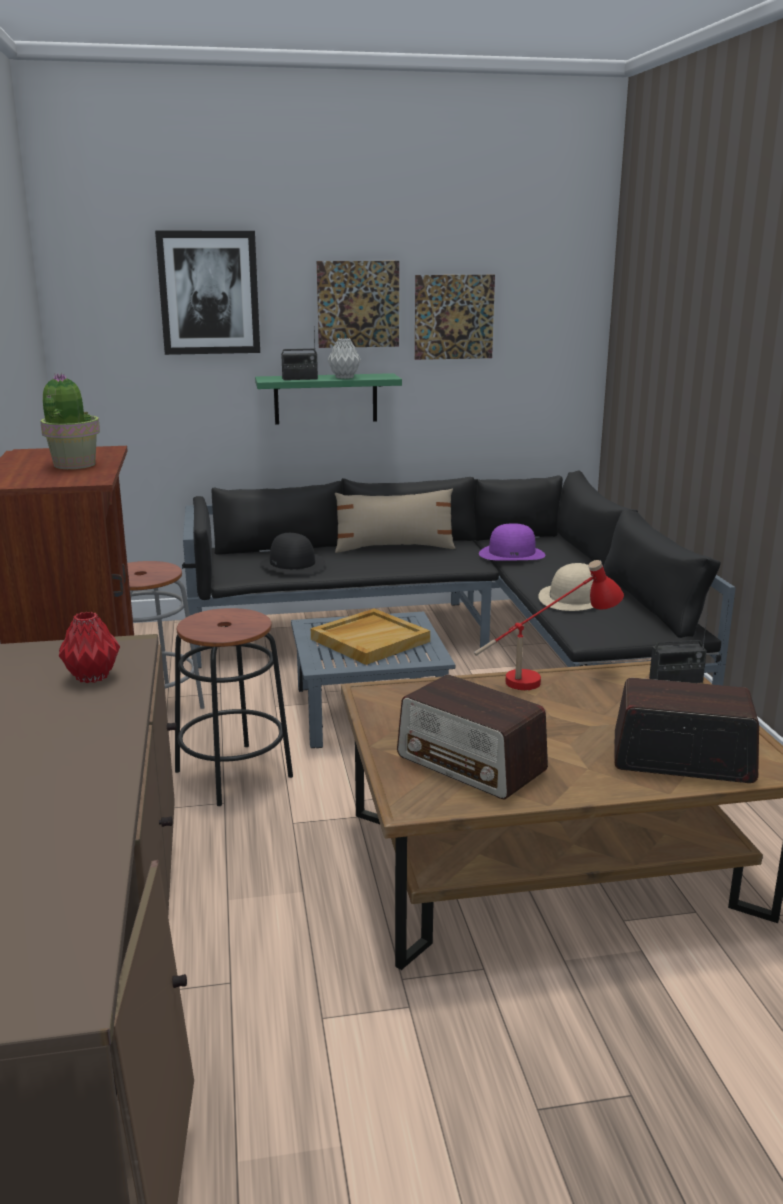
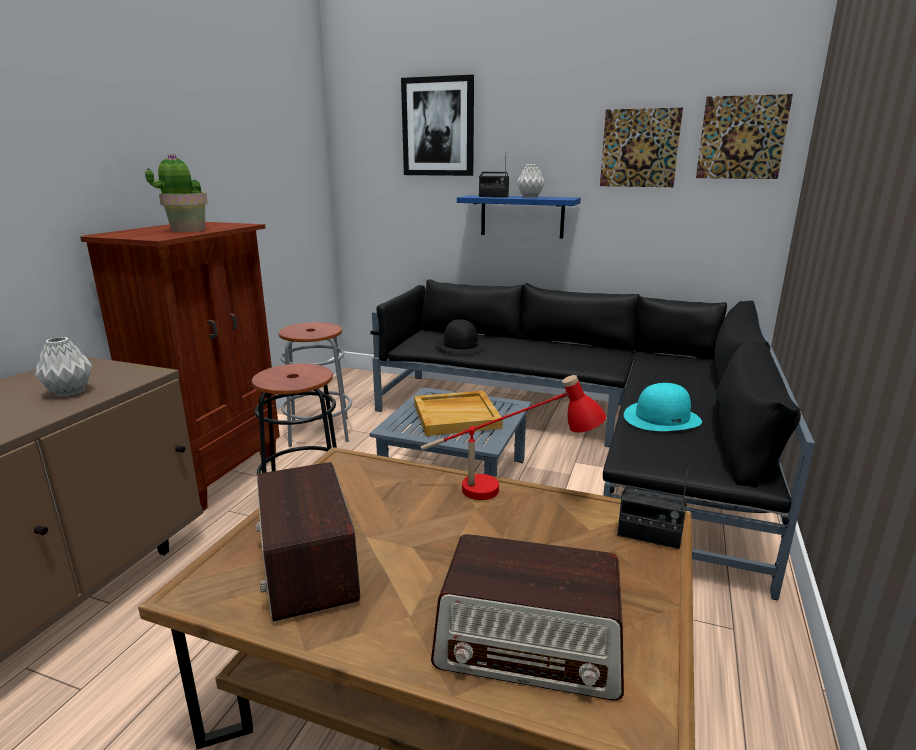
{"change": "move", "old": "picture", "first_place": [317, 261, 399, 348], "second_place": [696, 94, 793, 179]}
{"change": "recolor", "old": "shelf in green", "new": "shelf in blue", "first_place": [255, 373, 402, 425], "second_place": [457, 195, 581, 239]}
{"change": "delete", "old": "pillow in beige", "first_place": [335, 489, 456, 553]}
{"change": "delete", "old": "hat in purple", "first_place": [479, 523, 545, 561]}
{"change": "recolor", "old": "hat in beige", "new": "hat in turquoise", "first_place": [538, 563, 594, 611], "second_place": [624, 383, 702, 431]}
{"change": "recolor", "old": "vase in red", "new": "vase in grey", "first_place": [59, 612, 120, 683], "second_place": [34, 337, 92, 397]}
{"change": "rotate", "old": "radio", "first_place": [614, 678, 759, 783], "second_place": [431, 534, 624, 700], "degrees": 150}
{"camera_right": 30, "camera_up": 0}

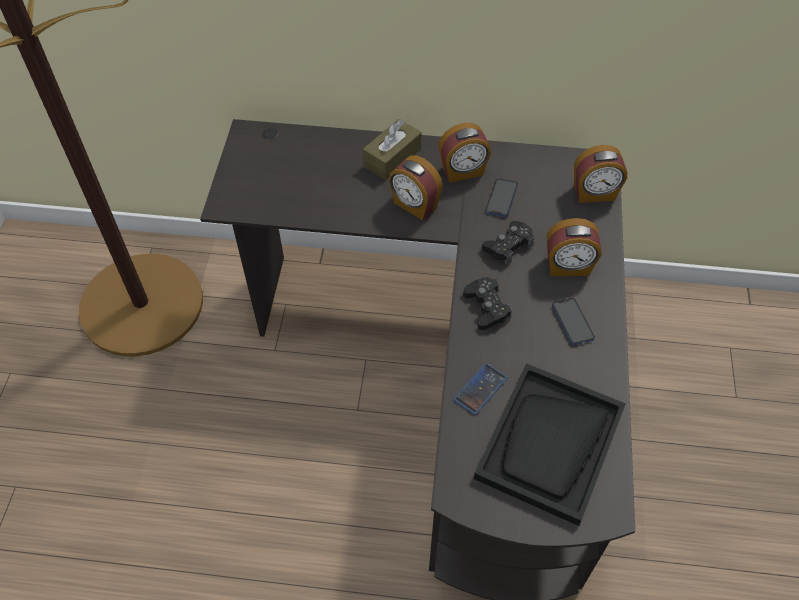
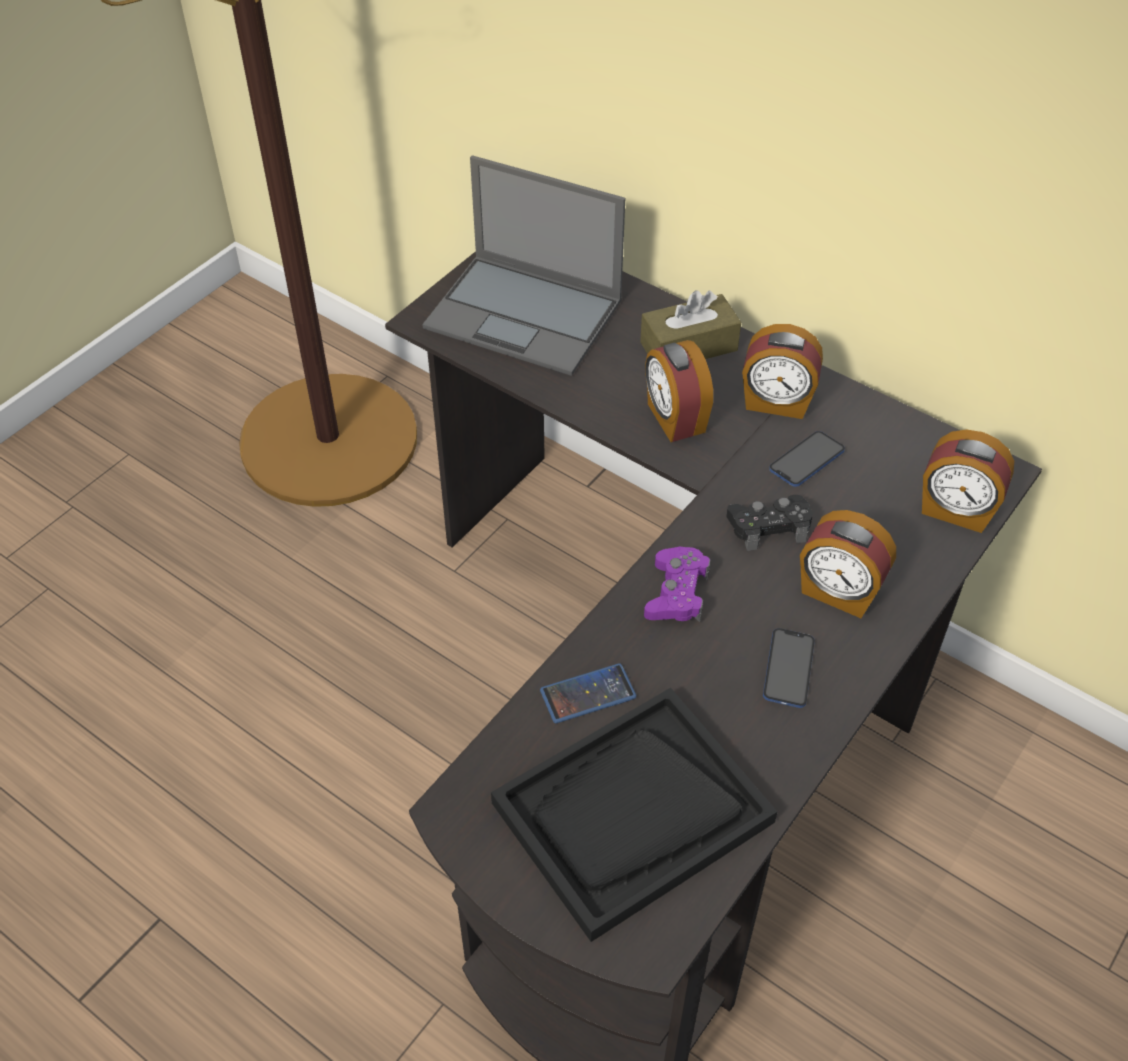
{"change": "recolor", "old": "game controller in black", "new": "game controller in purple", "first_place": [463, 277, 512, 330], "second_place": [644, 546, 710, 622]}
{"change": "insert", "new": "laptop", "second_place": [422, 155, 625, 376]}
{"camera_right": 30, "camera_up": -5}

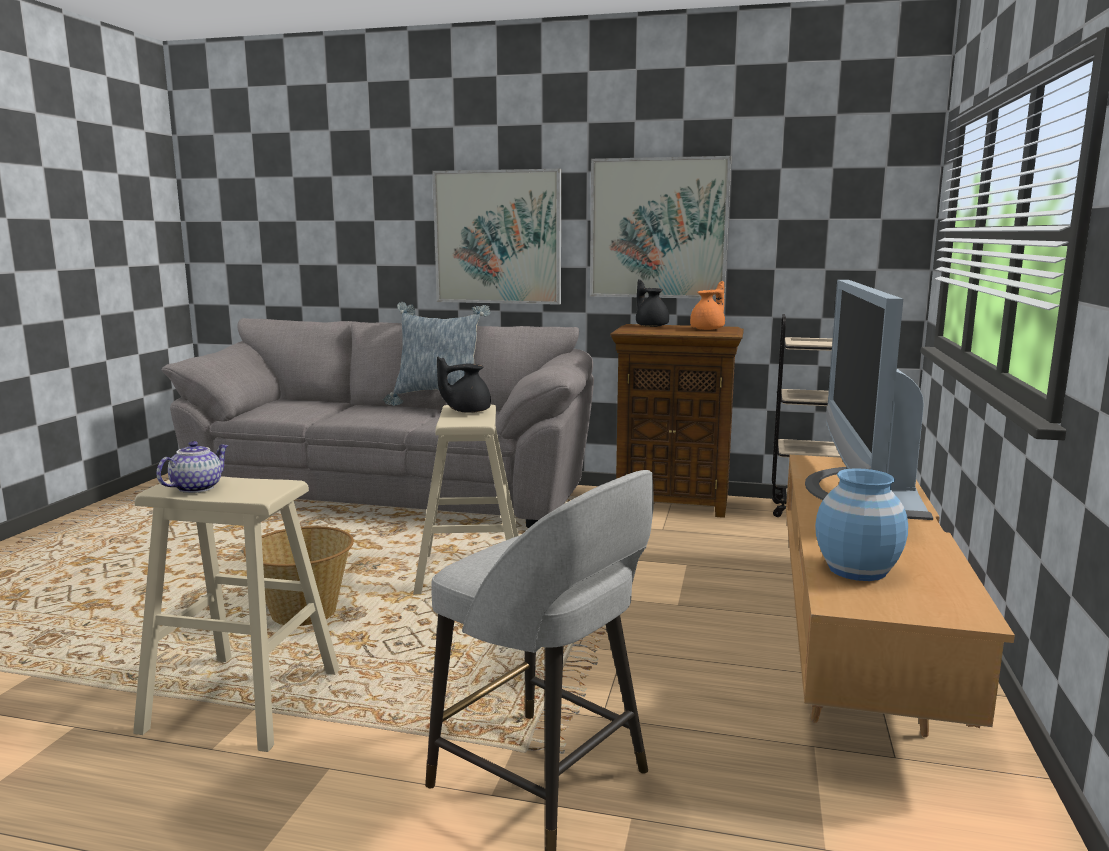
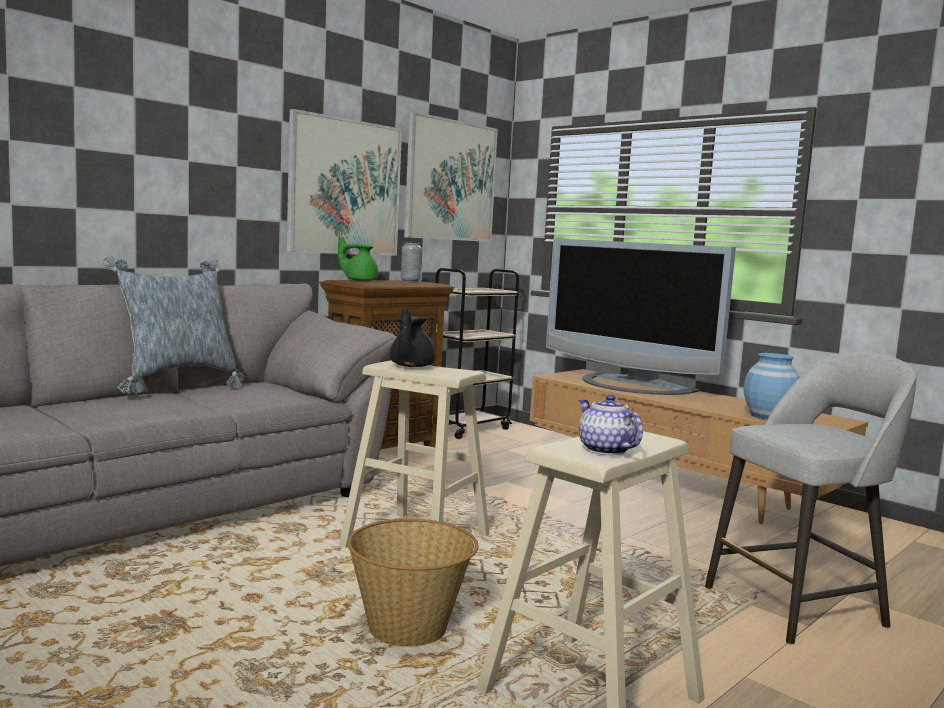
{"change": "move", "old": "picture", "first_place": [432, 169, 561, 305], "second_place": [404, 111, 498, 242]}
{"change": "recolor", "old": "teapot in black", "new": "teapot in green", "first_place": [636, 279, 669, 327], "second_place": [338, 236, 378, 281]}
{"change": "replace", "old": "teapot in orange", "new": "vase in grey", "first_place": [690, 281, 725, 330], "second_place": [401, 243, 422, 283]}
{"camera_right": -60, "camera_up": -5}

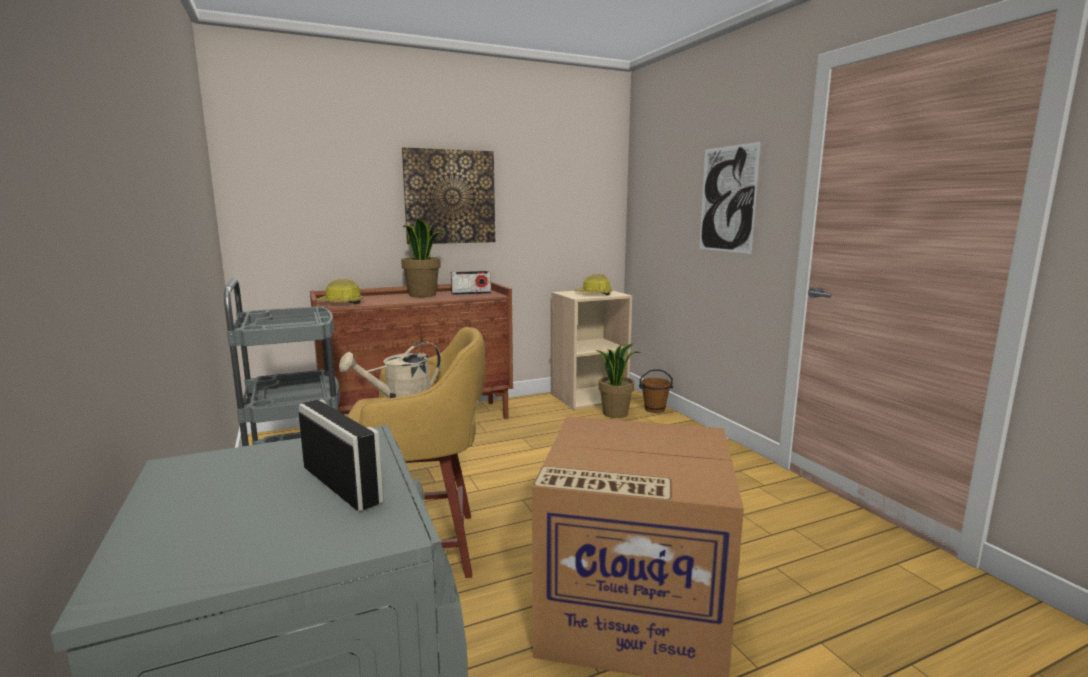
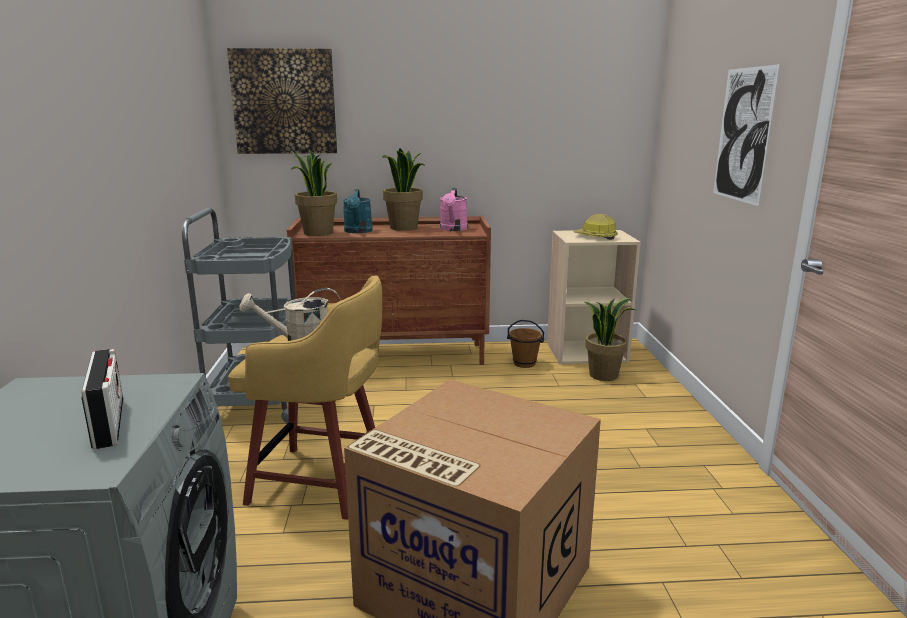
{"change": "move", "old": "picture", "first_place": [402, 147, 495, 244], "second_place": [227, 48, 337, 154]}
{"change": "replace", "old": "radio", "new": "watering can in pink", "first_place": [451, 271, 491, 295], "second_place": [440, 188, 468, 231]}
{"change": "replace", "old": "hard hat", "new": "potted plant", "first_place": [317, 279, 363, 304], "second_place": [291, 149, 337, 236]}
{"change": "move", "old": "bucket in brown", "first_place": [639, 370, 673, 413], "second_place": [507, 320, 544, 368]}
{"change": "insert", "new": "watering can in turquoise", "second_place": [343, 189, 373, 233]}
{"camera_right": 20, "camera_up": 5}

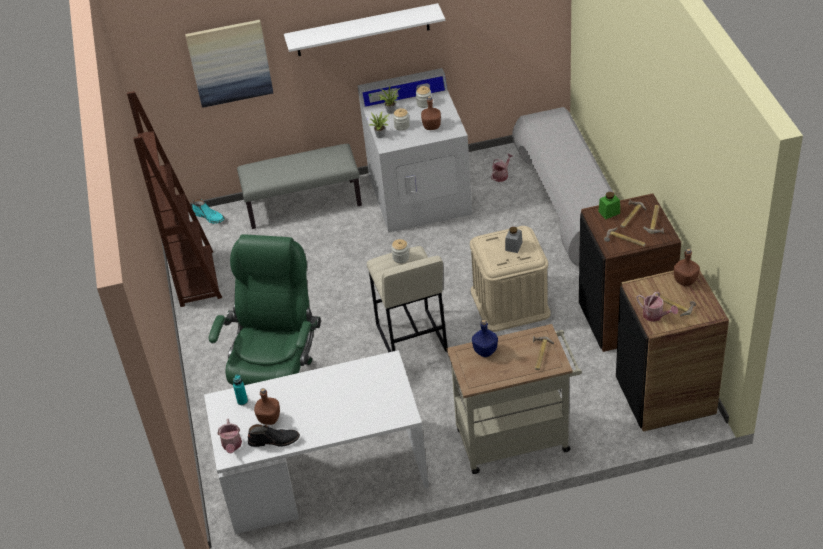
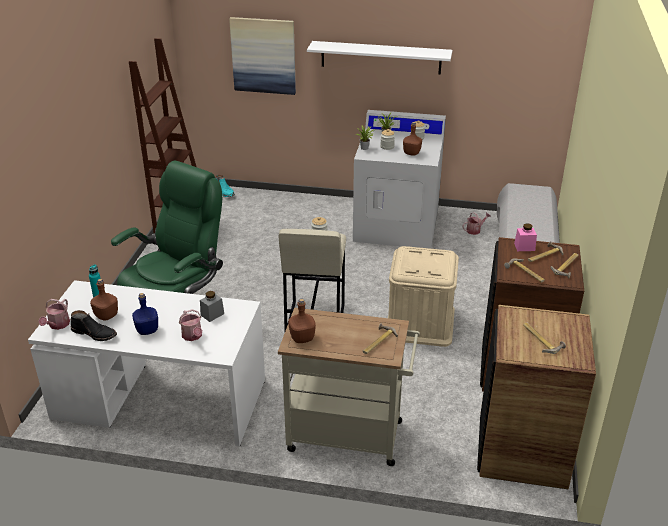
{"change": "delete", "old": "bench in grey", "first_place": [237, 144, 362, 229]}
{"change": "recolor", "old": "jar in green", "new": "jar in pink", "first_place": [598, 192, 620, 219], "second_place": [514, 223, 537, 251]}
{"change": "move", "old": "jar in grey", "first_place": [505, 227, 522, 253], "second_place": [200, 291, 224, 322]}
{"change": "move", "old": "bottle in brown", "first_place": [674, 249, 700, 287], "second_place": [288, 299, 316, 343]}
{"change": "move", "old": "watering can", "first_place": [636, 292, 678, 322], "second_place": [179, 309, 202, 341]}
{"change": "move", "old": "bottle in blue", "first_place": [472, 320, 498, 357], "second_place": [132, 293, 158, 335]}
{"camera_right": 20, "camera_up": -10}

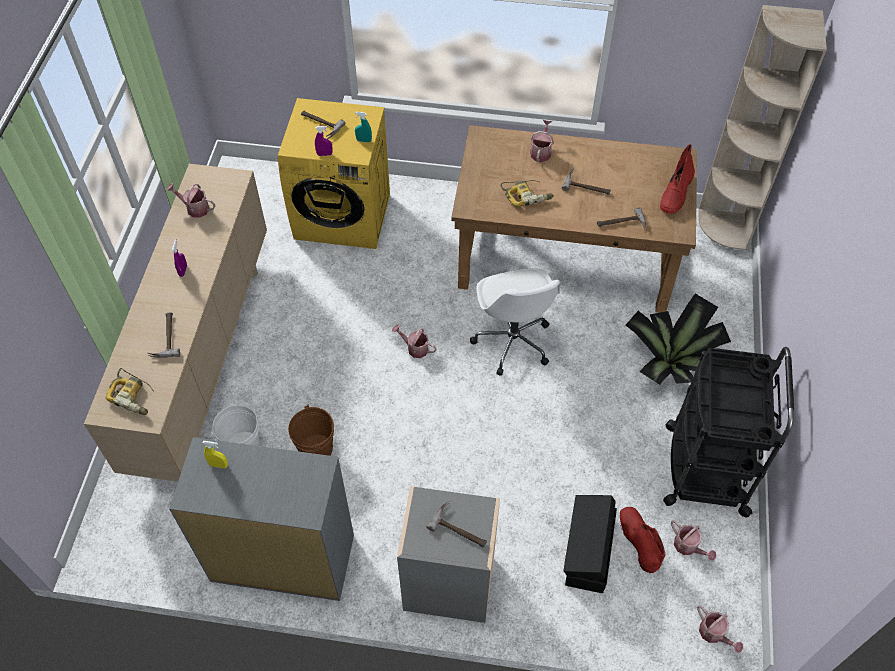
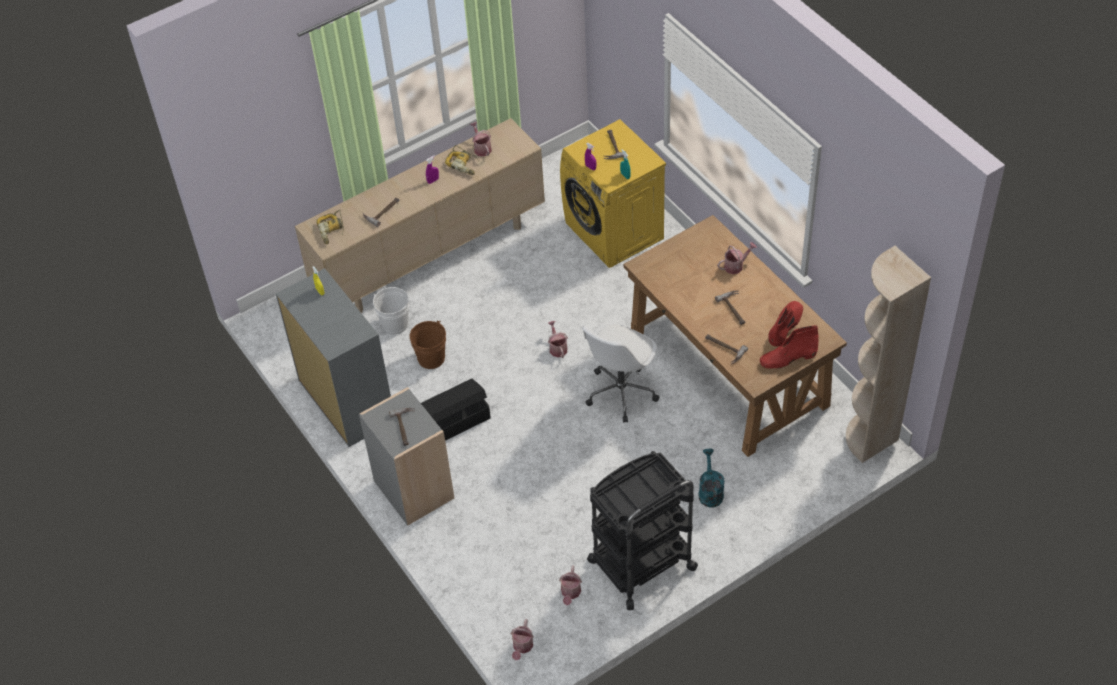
{"change": "move", "old": "power drill", "first_place": [500, 180, 554, 207], "second_place": [445, 145, 479, 175]}
{"change": "replace", "old": "potted plant", "new": "watering can in turquoise", "first_place": [626, 293, 731, 385], "second_place": [698, 449, 725, 508]}
{"change": "move", "old": "storage box in black", "first_place": [563, 495, 617, 593], "second_place": [421, 379, 491, 441]}
{"change": "move", "old": "boot in red", "first_place": [620, 507, 666, 573], "second_place": [768, 301, 803, 346]}
{"camera_right": 50, "camera_up": -5}

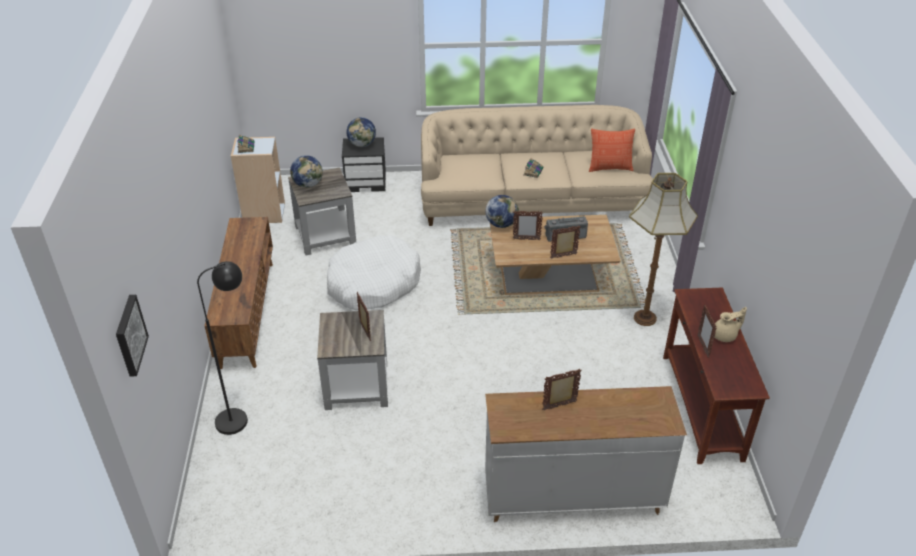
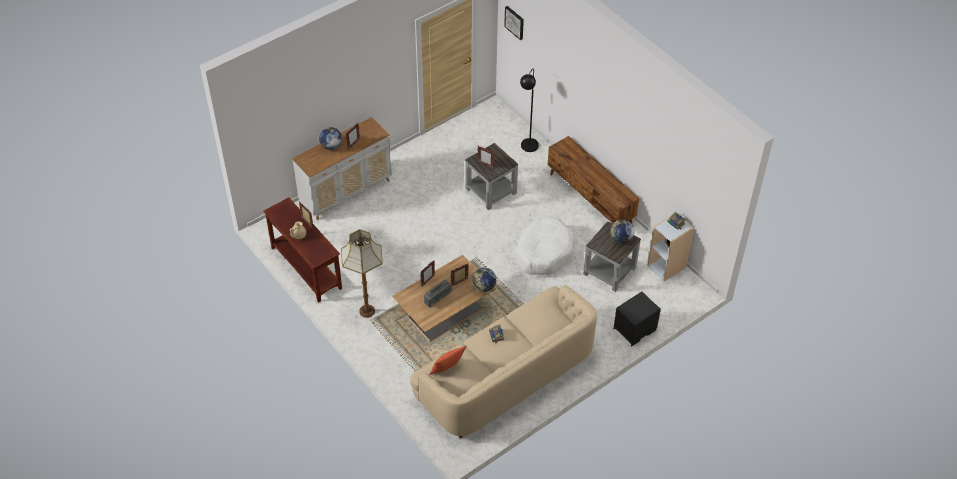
{"change": "move", "old": "globe", "first_place": [346, 117, 376, 147], "second_place": [319, 127, 342, 150]}
{"camera_right": 145, "camera_up": 10}

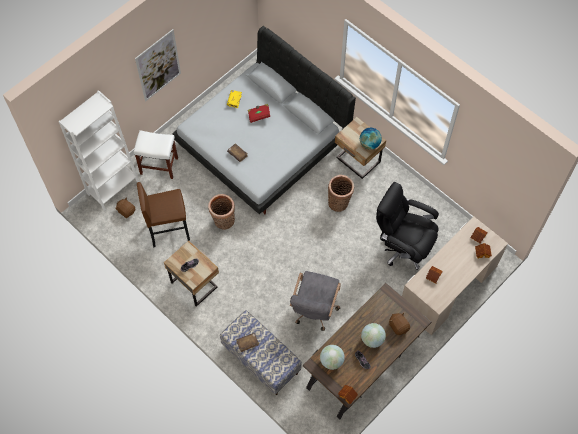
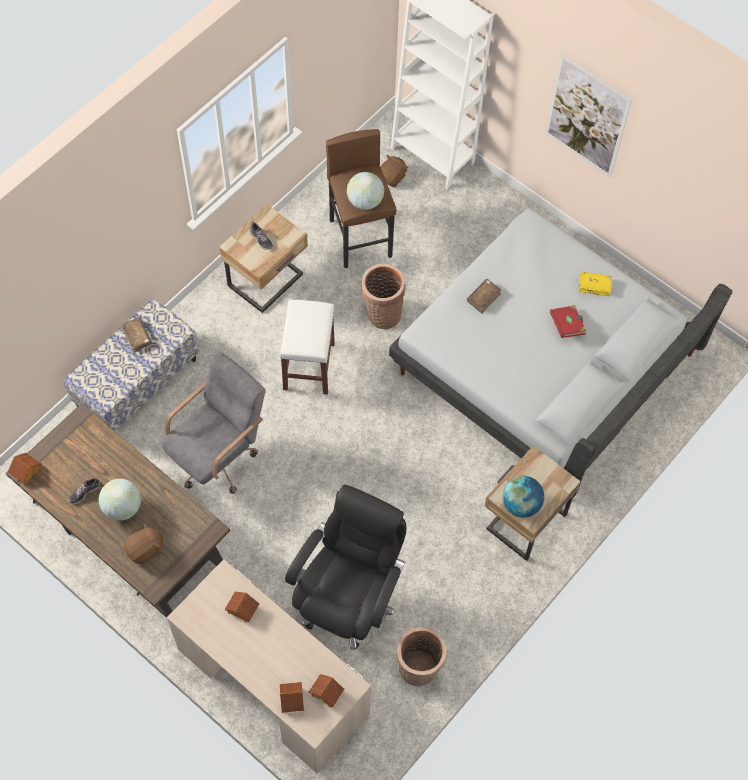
{"change": "move", "old": "stool in white", "first_place": [134, 130, 178, 179], "second_place": [280, 300, 335, 395]}
{"change": "move", "old": "basket", "first_place": [328, 175, 354, 212], "second_place": [396, 627, 447, 686]}
{"change": "rotate", "old": "office chair in grey", "first_place": [290, 271, 341, 331], "second_place": [161, 352, 266, 494], "degrees": 120}
{"change": "move", "old": "globe", "first_place": [320, 345, 345, 370], "second_place": [347, 172, 384, 210]}
{"camera_right": 85, "camera_up": 0}

